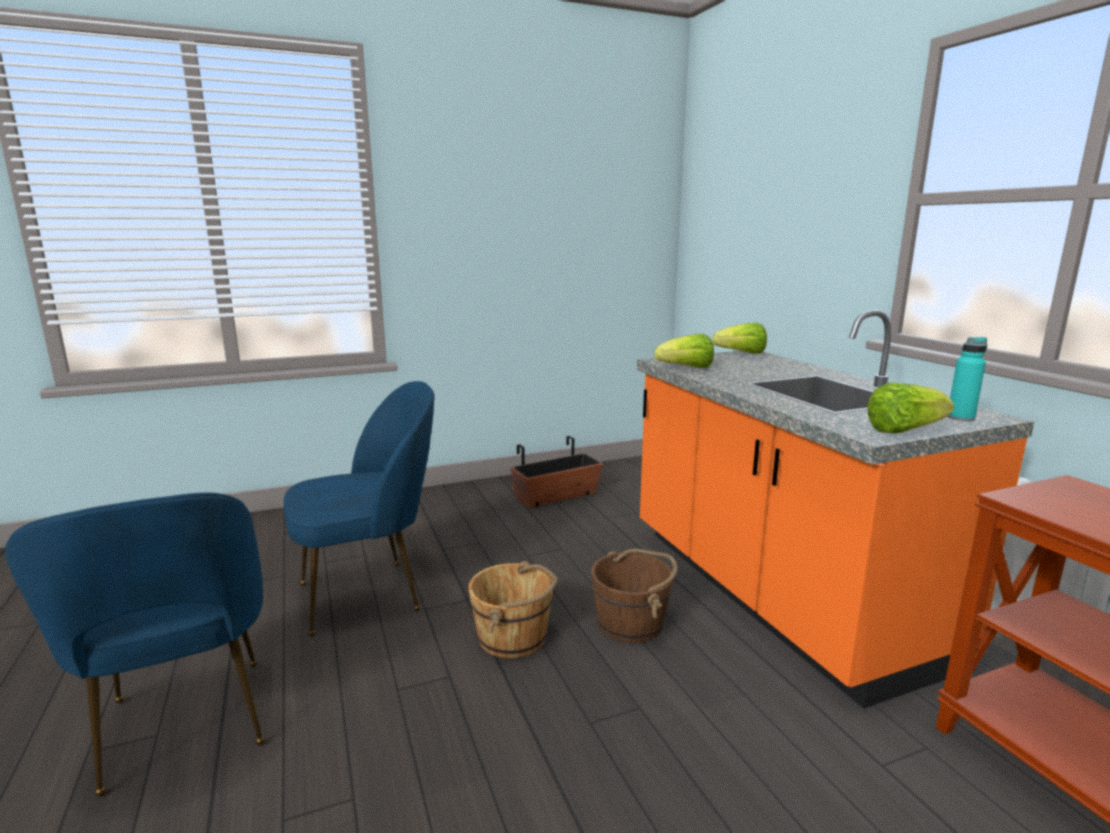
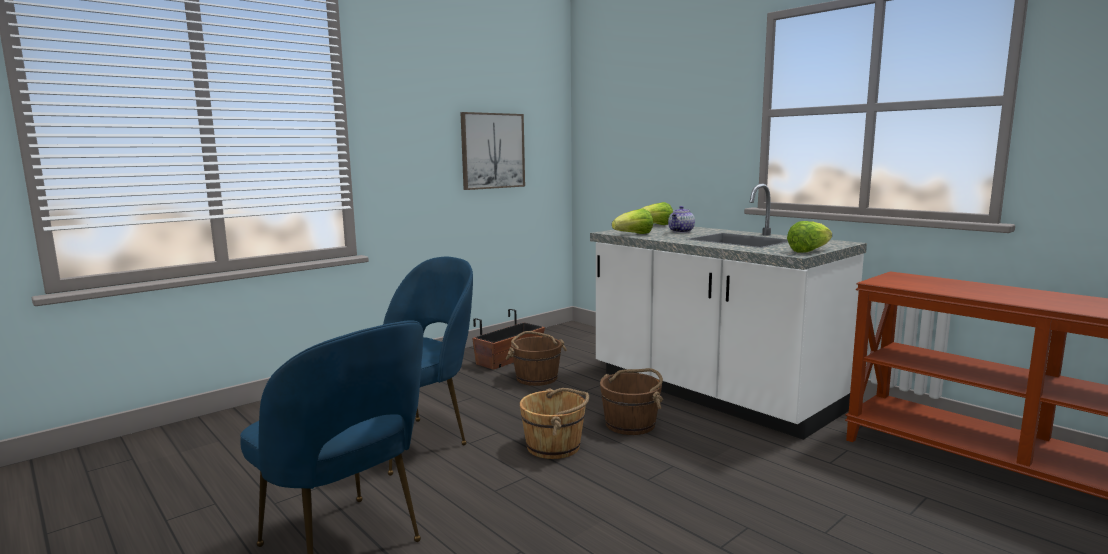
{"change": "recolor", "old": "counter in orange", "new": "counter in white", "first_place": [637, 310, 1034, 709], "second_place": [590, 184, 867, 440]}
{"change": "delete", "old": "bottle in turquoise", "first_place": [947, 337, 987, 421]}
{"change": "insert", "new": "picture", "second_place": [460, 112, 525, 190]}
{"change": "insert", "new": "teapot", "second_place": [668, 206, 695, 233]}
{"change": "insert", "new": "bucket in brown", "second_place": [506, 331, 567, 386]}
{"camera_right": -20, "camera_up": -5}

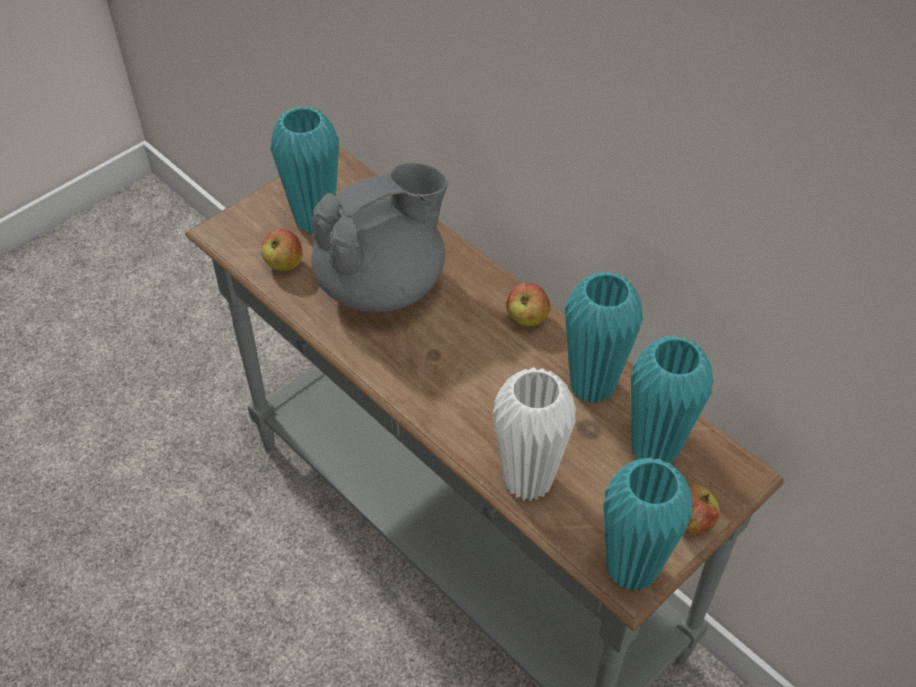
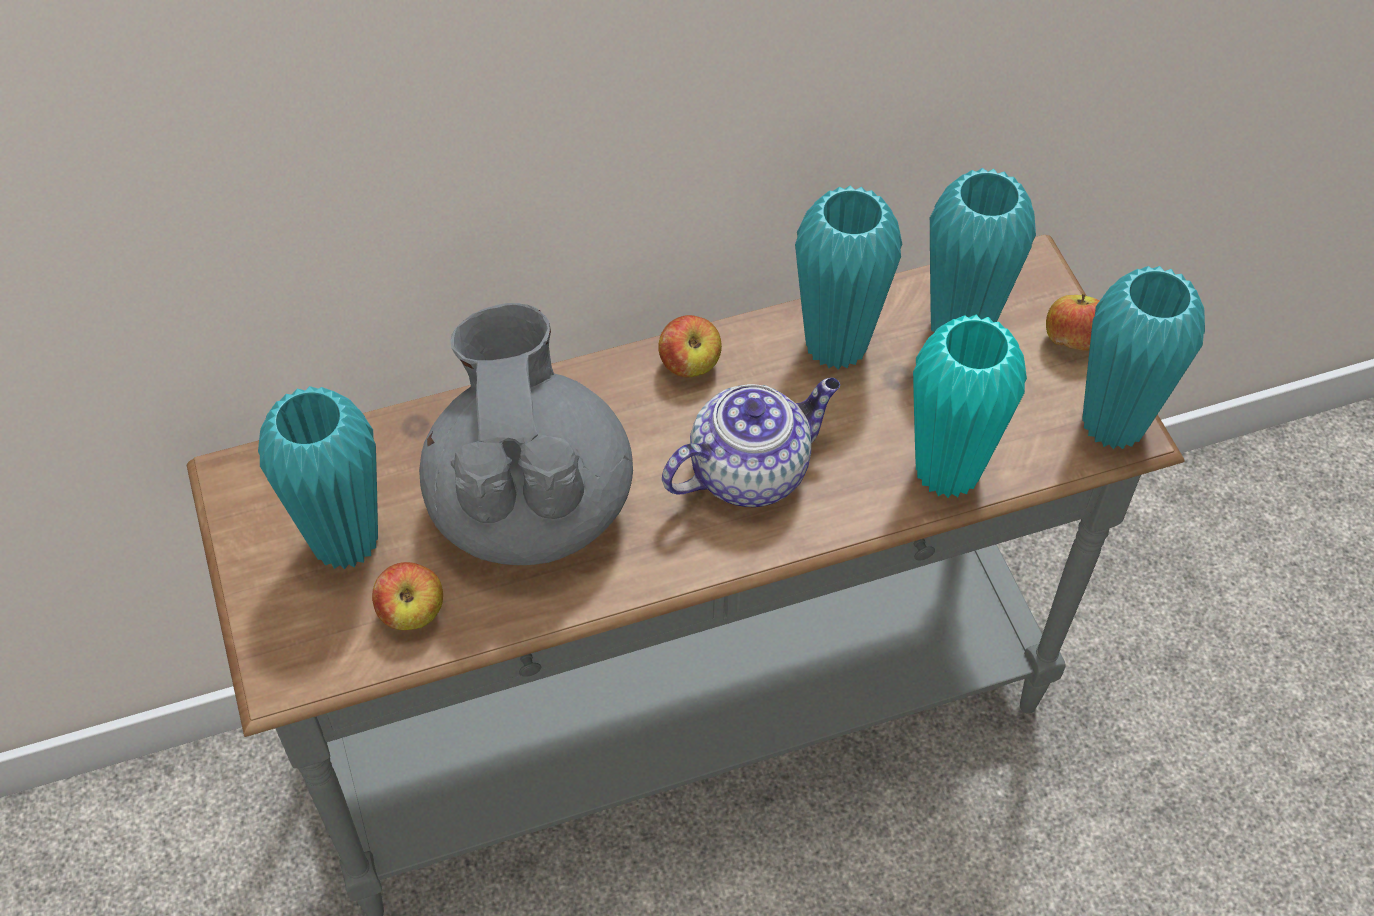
{"change": "recolor", "old": "vase in white", "new": "vase in turquoise", "first_place": [493, 367, 576, 501], "second_place": [913, 315, 1027, 498]}
{"change": "insert", "new": "teapot", "second_place": [662, 378, 840, 507]}
{"camera_right": -65, "camera_up": 5}

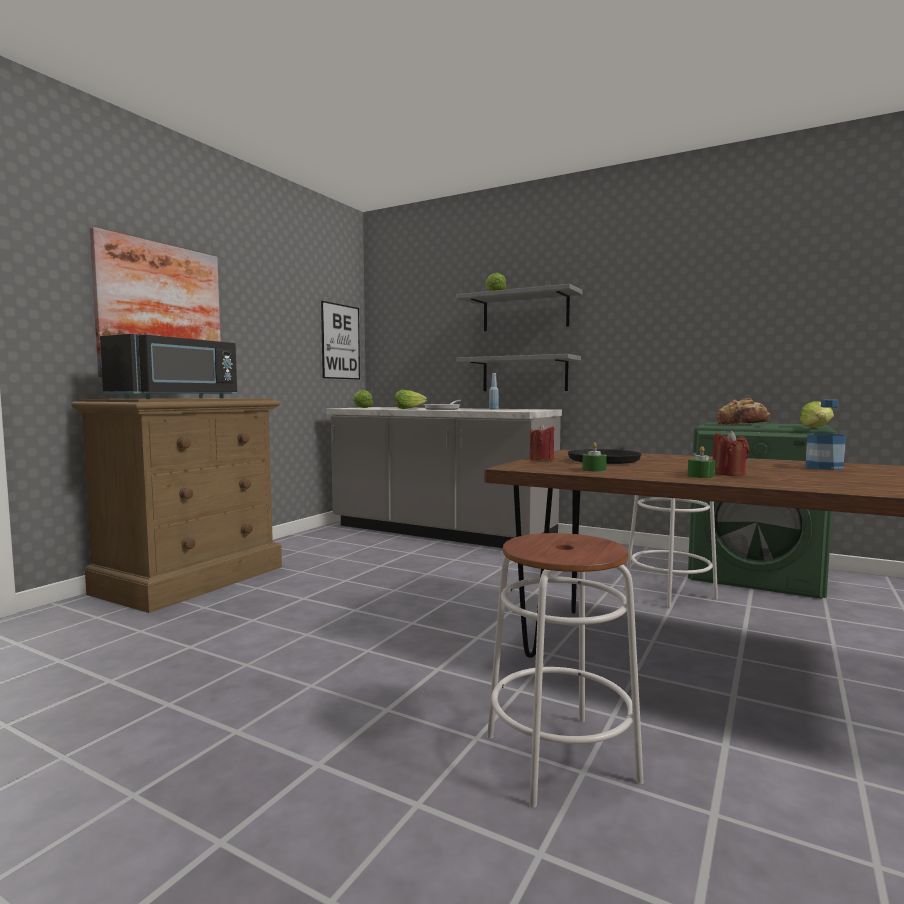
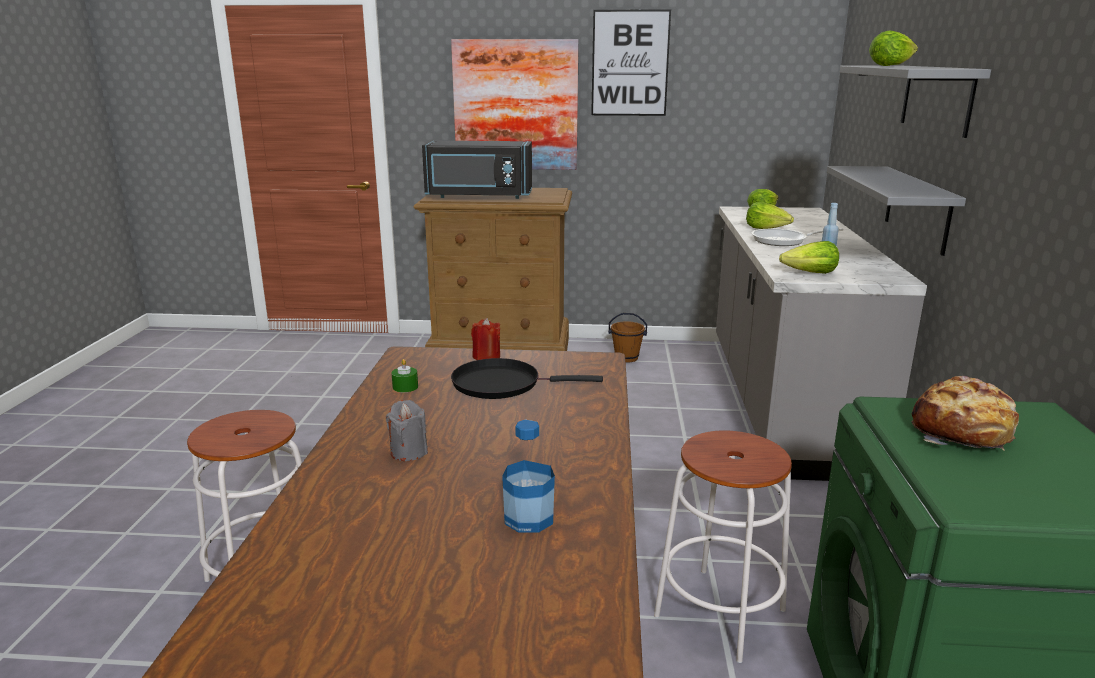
{"change": "move", "old": "picture", "first_place": [321, 301, 360, 379], "second_place": [591, 9, 671, 116]}
{"change": "move", "old": "lettuce", "first_place": [800, 401, 834, 427], "second_place": [779, 241, 839, 274]}
{"change": "recolor", "old": "candle in red", "new": "candle in grey", "first_place": [713, 430, 749, 476], "second_place": [386, 400, 428, 461]}
{"change": "delete", "old": "candle in green", "first_place": [688, 446, 715, 478]}
{"change": "insert", "new": "bucket in brown", "second_place": [608, 313, 647, 363]}
{"camera_right": 65, "camera_up": 15}

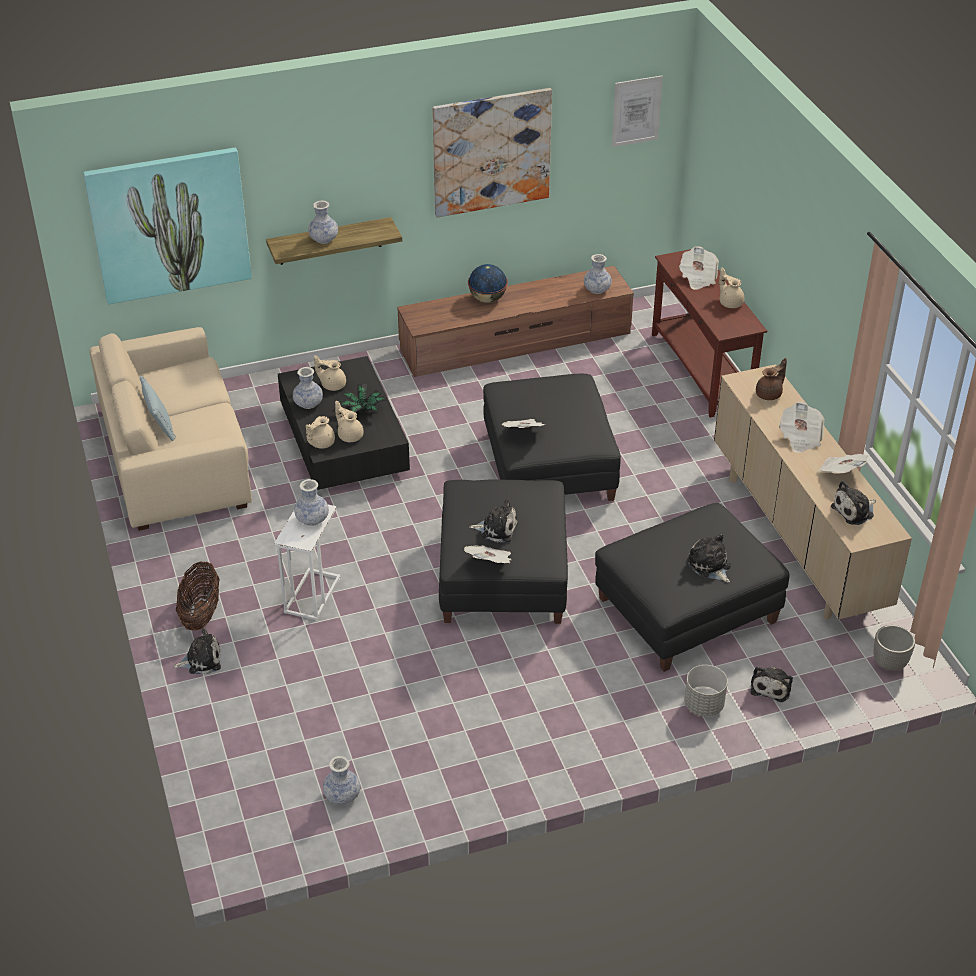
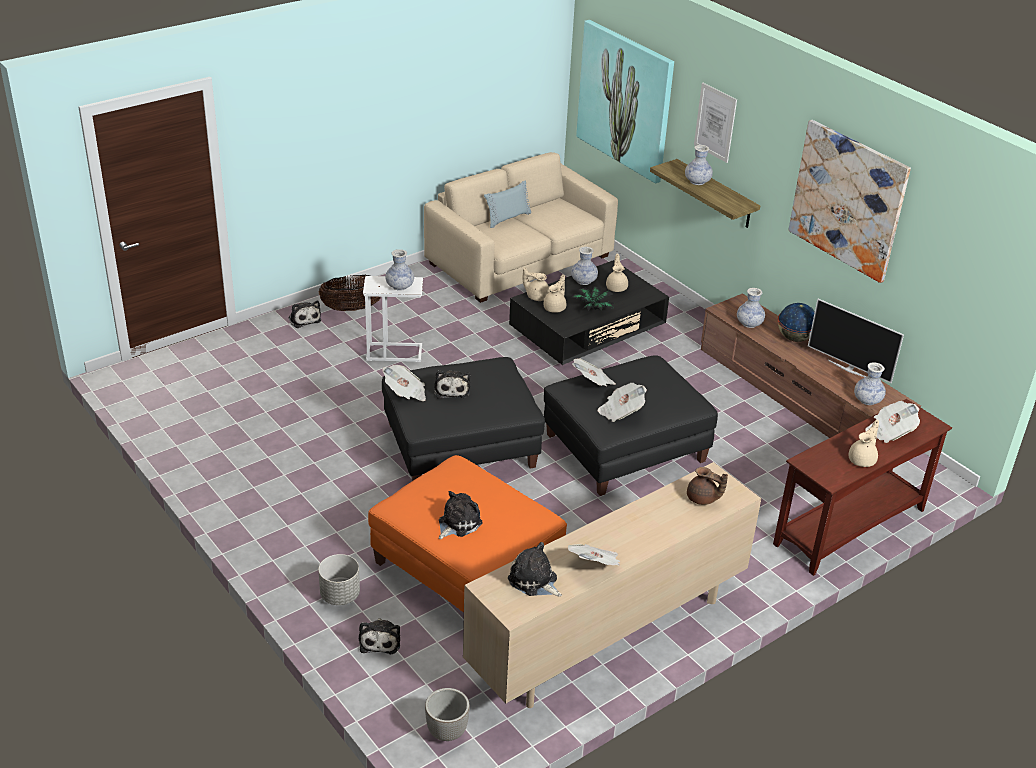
{"change": "move", "old": "picture", "first_place": [612, 75, 663, 147], "second_place": [694, 83, 737, 163]}
{"change": "move", "old": "newspaper", "first_place": [779, 402, 825, 453], "second_place": [598, 383, 647, 422]}
{"change": "recolor", "old": "ottoman in black", "new": "ottoman in orange", "first_place": [595, 503, 790, 672], "second_place": [368, 455, 567, 613]}
{"change": "rotate", "old": "plush toy", "first_place": [751, 666, 793, 702], "second_place": [359, 618, 400, 654], "degrees": -90}
{"change": "move", "old": "vase", "first_place": [323, 756, 360, 805], "second_place": [737, 288, 765, 328]}
{"change": "insert", "new": "television", "second_place": [808, 299, 904, 383]}
{"camera_right": 70, "camera_up": -5}

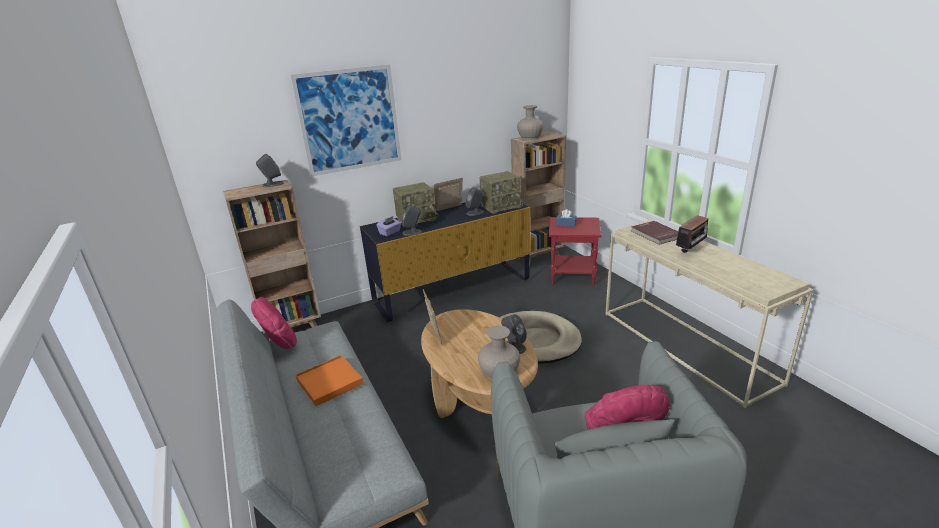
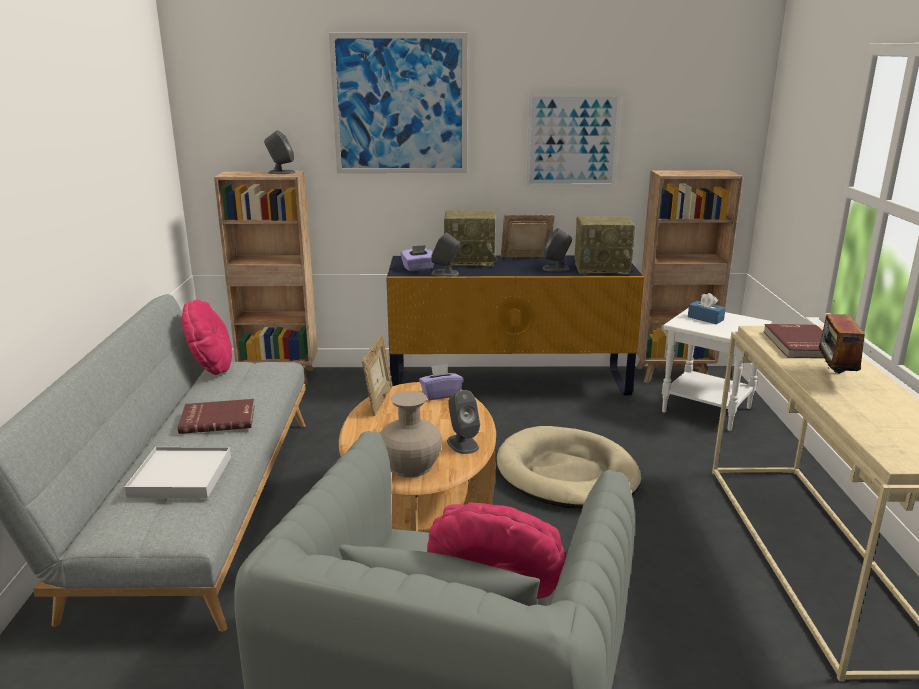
{"change": "delete", "old": "vase in beige", "first_place": [517, 105, 544, 140]}
{"change": "rotate", "old": "radio", "first_place": [676, 215, 710, 253], "second_place": [818, 301, 870, 374], "degrees": 120}
{"change": "recolor", "old": "side table in red", "new": "side table in white", "first_place": [548, 217, 602, 286], "second_place": [662, 308, 772, 431]}
{"change": "replace", "old": "tray in orange", "new": "book in red", "first_place": [296, 355, 364, 406], "second_place": [178, 399, 255, 434]}
{"change": "insert", "new": "picture", "second_place": [526, 93, 621, 186]}
{"change": "insert", "new": "tissue box in purple", "second_place": [419, 364, 463, 400]}
{"change": "insert", "new": "tray in white", "second_place": [124, 447, 231, 498]}
{"camera_right": 25, "camera_up": -5}

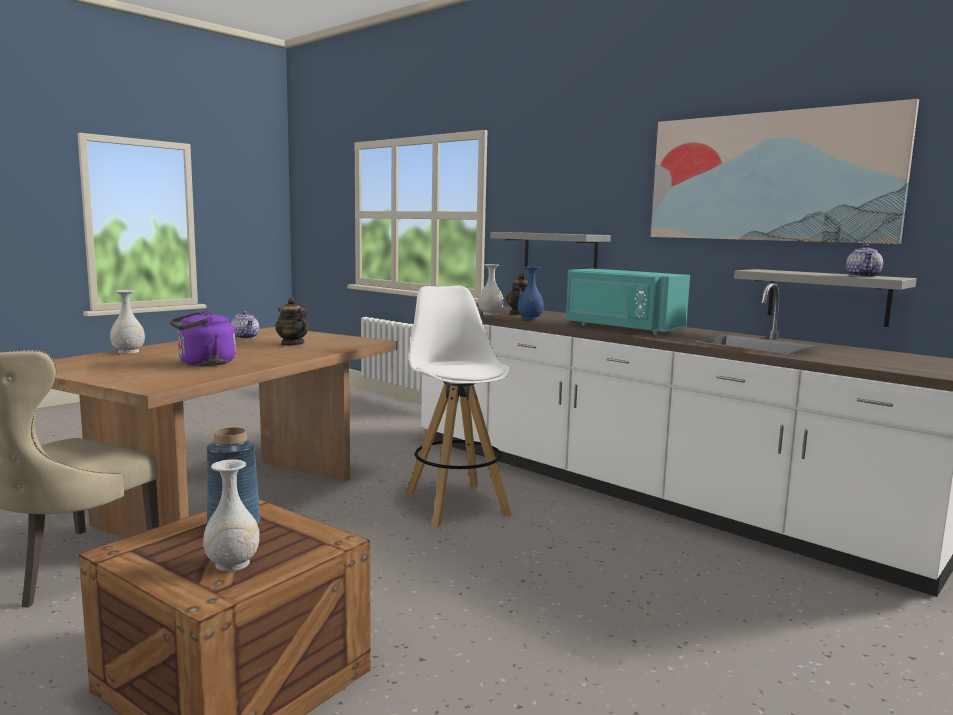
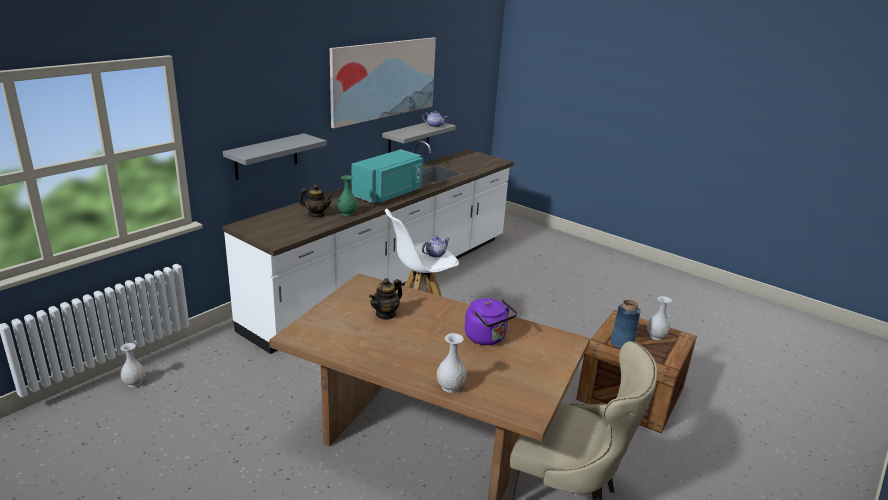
{"change": "move", "old": "vase in white", "first_place": [478, 264, 504, 316], "second_place": [120, 343, 146, 387]}
{"change": "recolor", "old": "vase in blue", "new": "vase in green", "first_place": [517, 267, 544, 320], "second_place": [337, 175, 357, 216]}
{"change": "move", "old": "teapot", "first_place": [231, 311, 259, 339], "second_place": [422, 236, 450, 258]}
{"camera_right": -95, "camera_up": 15}

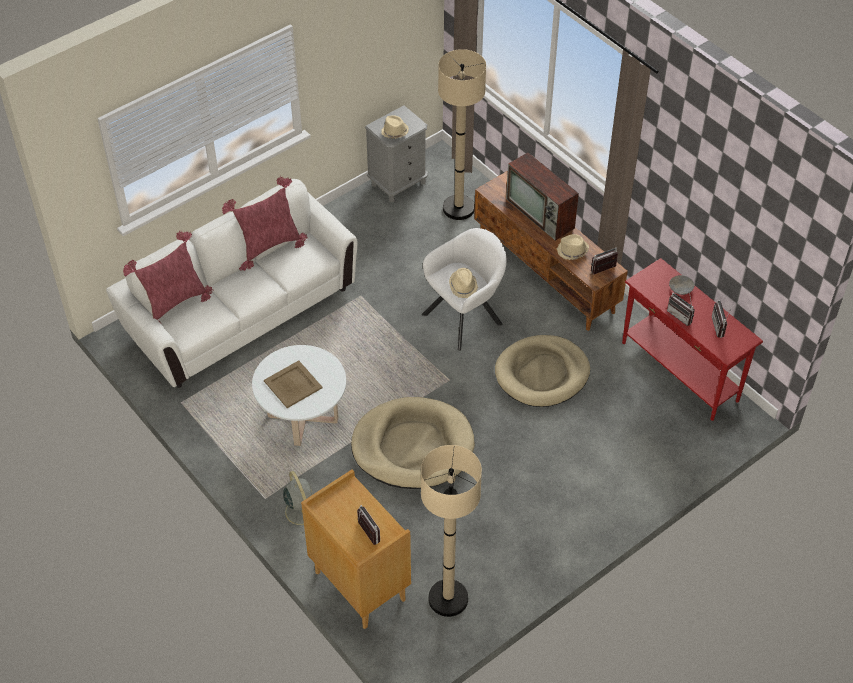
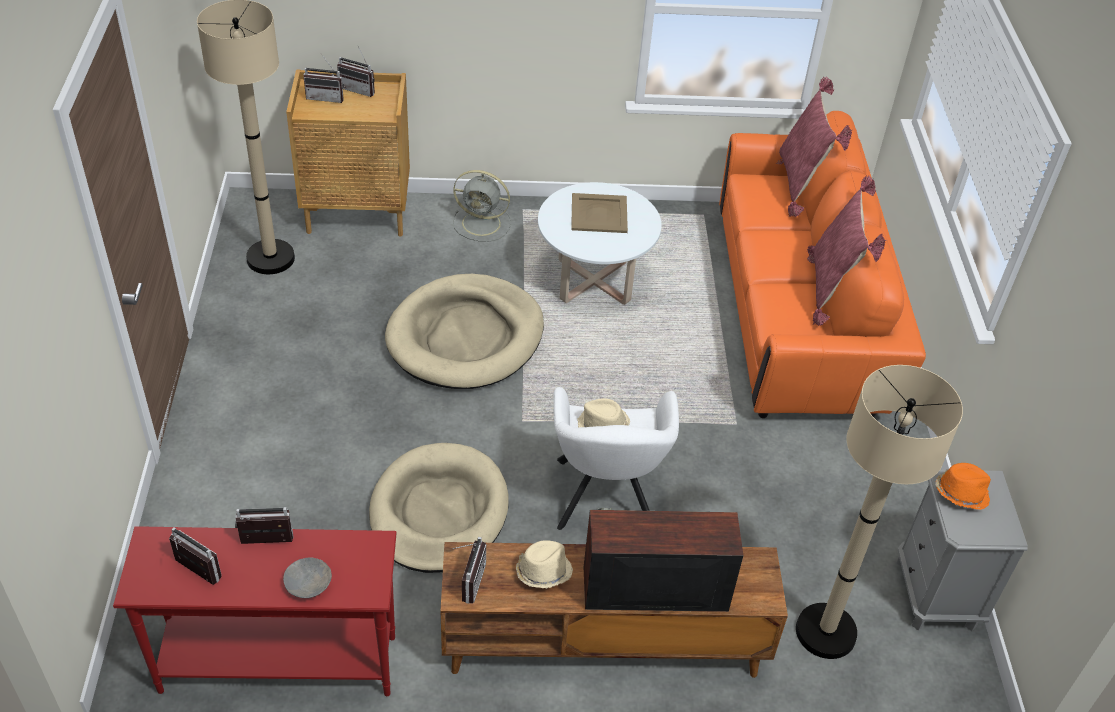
{"change": "recolor", "old": "hat in beige", "new": "hat in orange", "first_place": [381, 115, 409, 139], "second_place": [935, 463, 991, 510]}
{"change": "recolor", "old": "sofa in white", "new": "sofa in orange", "first_place": [106, 179, 357, 388], "second_place": [719, 111, 926, 418]}
{"change": "insert", "new": "radio", "second_place": [337, 47, 375, 97]}
{"camera_right": 125, "camera_up": -5}

